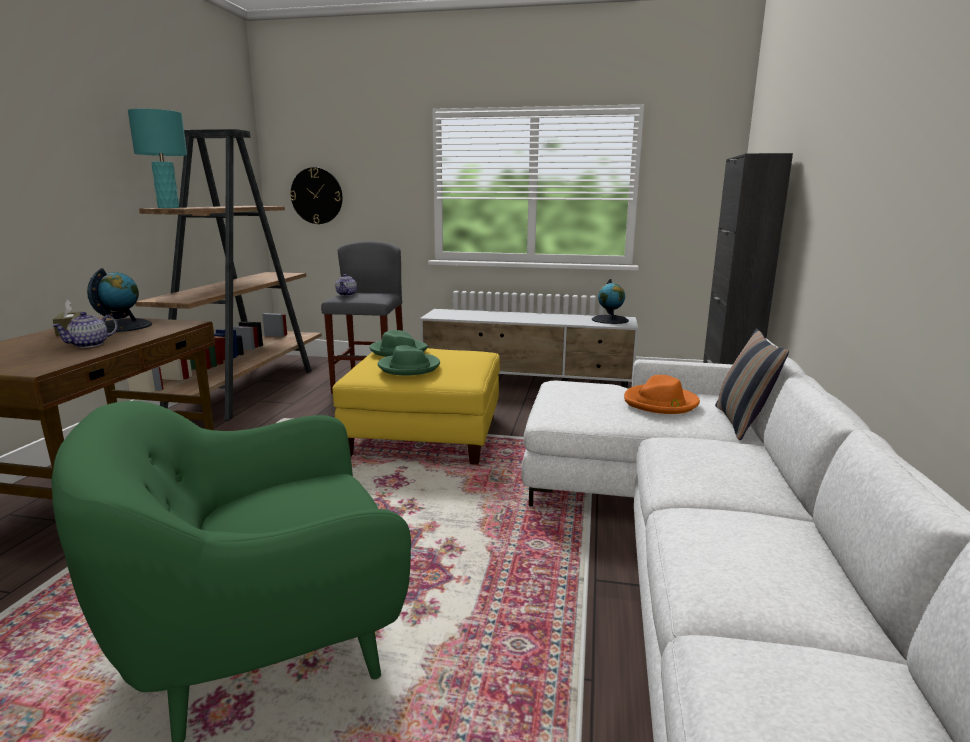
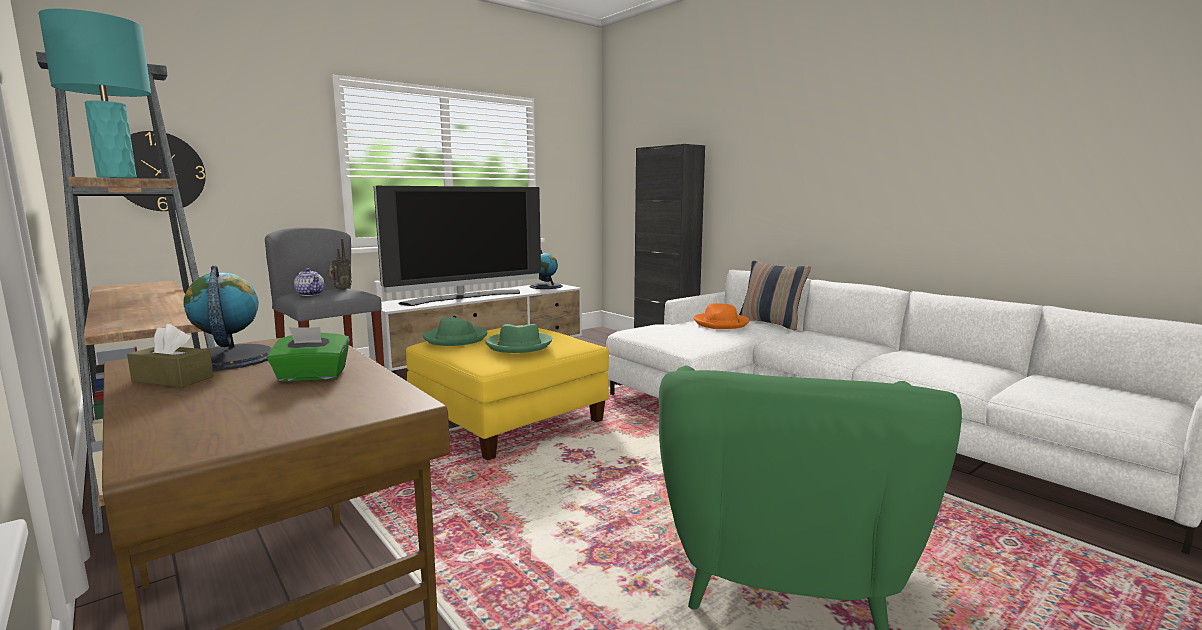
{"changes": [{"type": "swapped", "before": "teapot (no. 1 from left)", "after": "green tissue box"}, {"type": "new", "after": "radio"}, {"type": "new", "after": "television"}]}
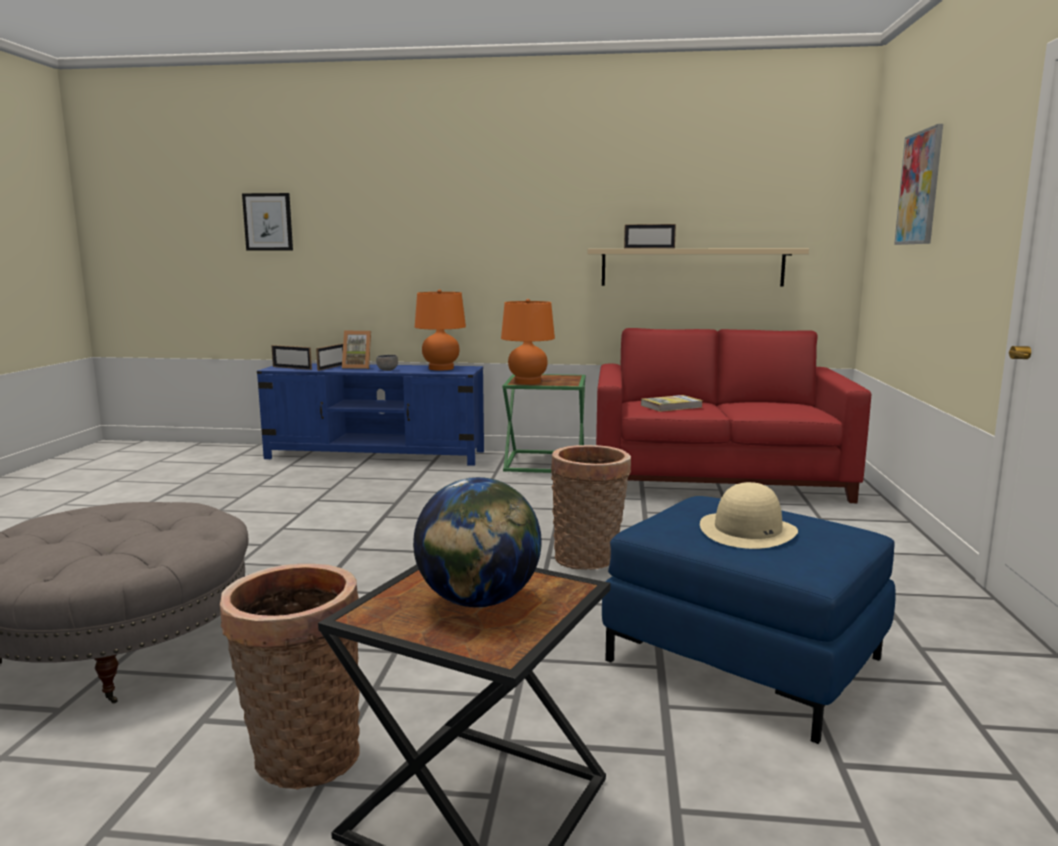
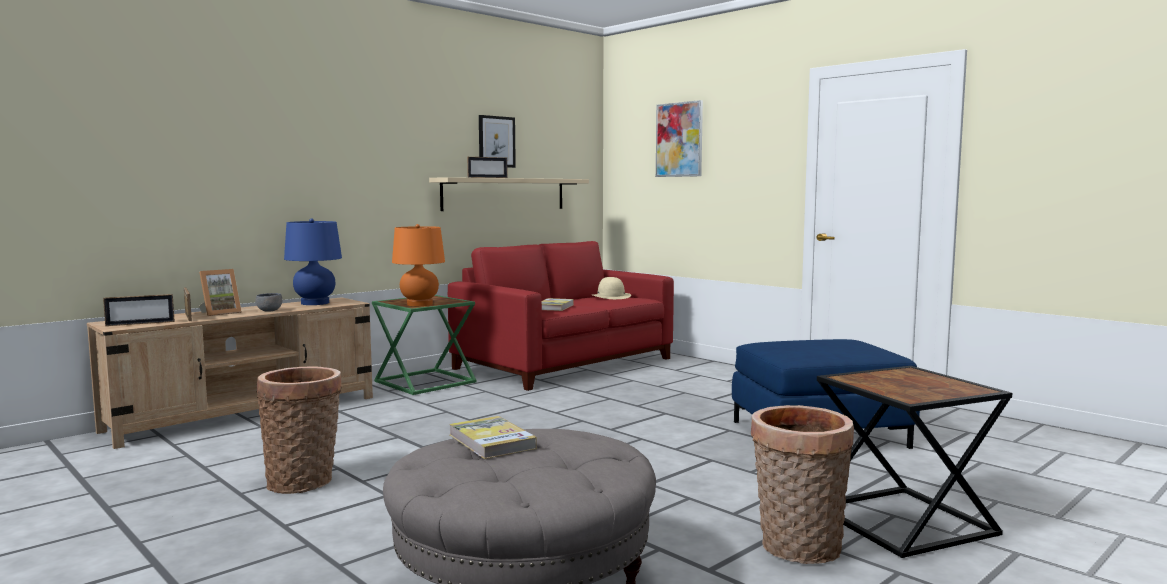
{"changes": [{"type": "repainted", "before": "blue tv stand", "after": "beige tv stand"}, {"type": "shifted", "before": "basket (no. 2 from left in the first image)", "after": "basket (no. 1 from left)"}, {"type": "repainted", "before": "orange table lamp (no. 1 from left)", "after": "blue table lamp"}, {"type": "new", "after": "book (no. 1 from left)"}, {"type": "shifted", "before": "picture (no. 1 from left)"}, {"type": "shifted", "before": "beige hat"}, {"type": "gone", "before": "globe"}]}
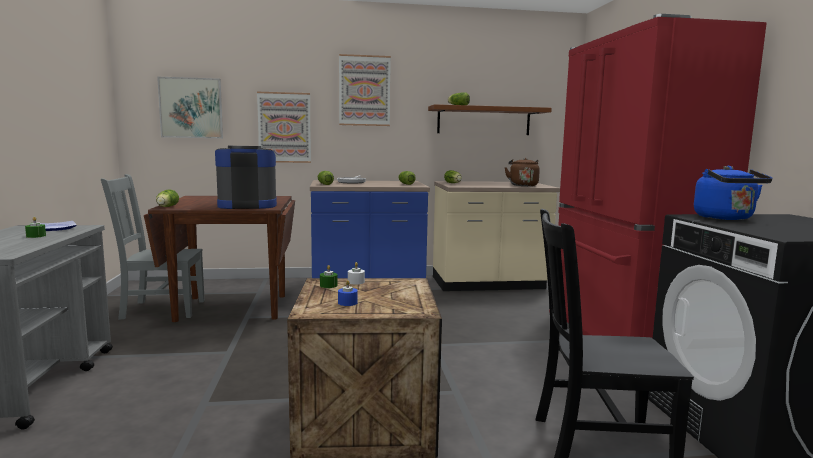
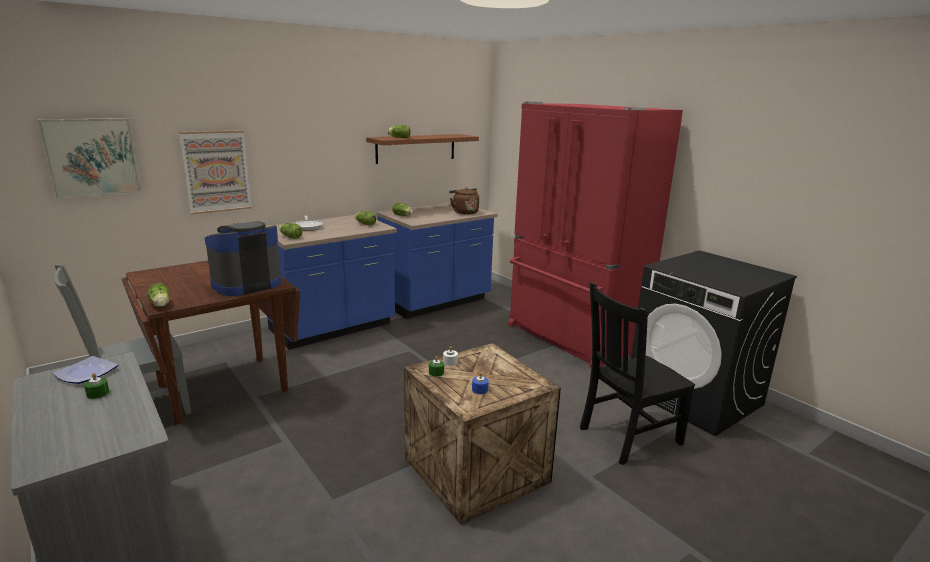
{"changes": [{"type": "repainted", "before": "beige counter", "after": "blue counter (no. 2 from left)"}, {"type": "gone", "before": "picture (no. 3 from left)"}, {"type": "gone", "before": "blue kettle"}]}
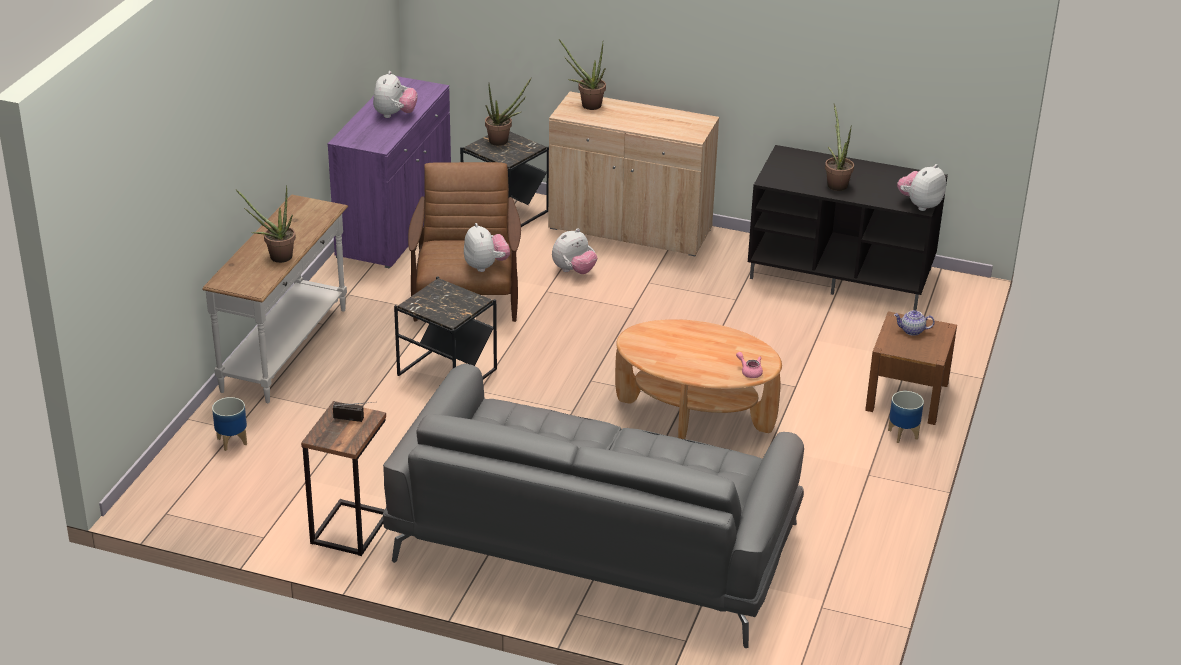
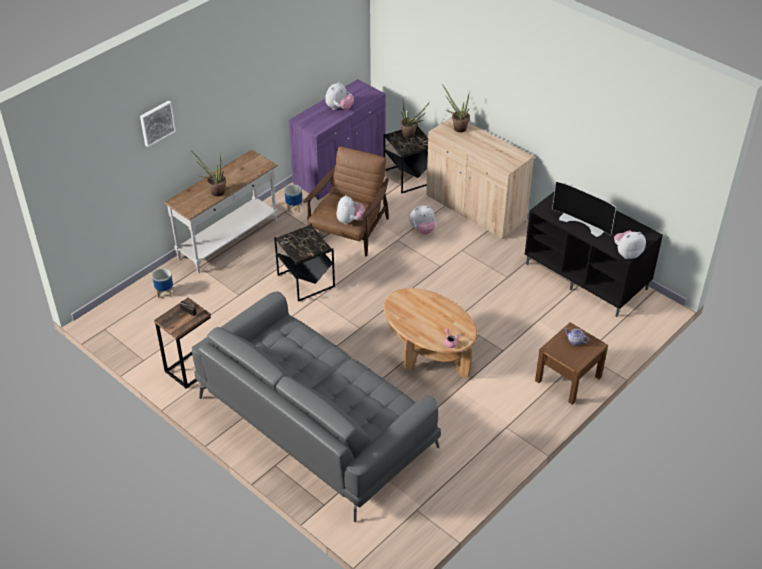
{"changes": [{"type": "new", "after": "picture"}, {"type": "shifted", "before": "planter (no. 2 from left)"}, {"type": "swapped", "before": "potted plant (no. 4 from left)", "after": "television"}]}
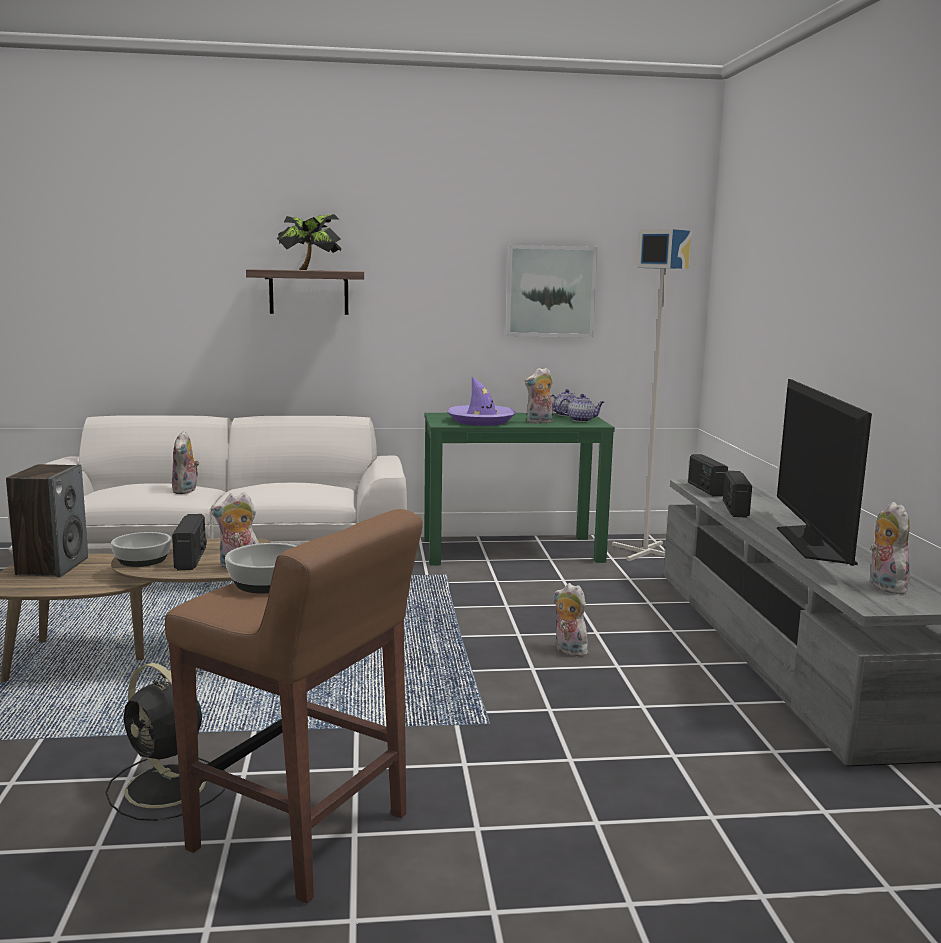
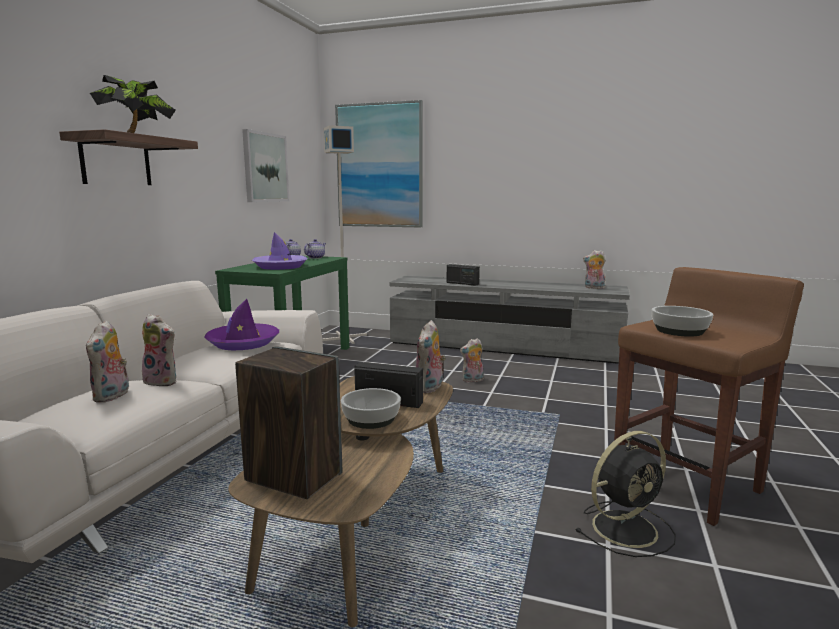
{"changes": [{"type": "shifted", "before": "plush toy (no. 3 from left in the first image)", "after": "plush toy (no. 1 from left)"}, {"type": "new", "after": "purple hat (no. 1 from left)"}, {"type": "new", "after": "picture (no. 2 from left)"}, {"type": "gone", "before": "radio (no. 2 from left)"}, {"type": "gone", "before": "television"}]}
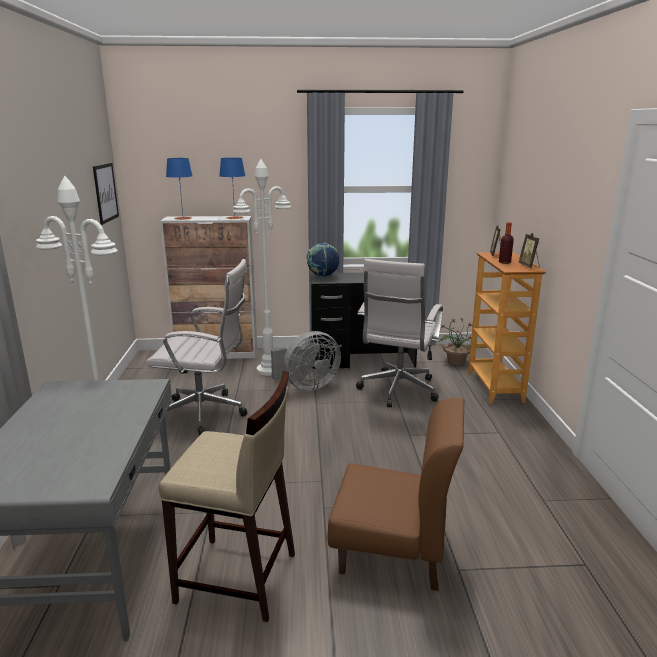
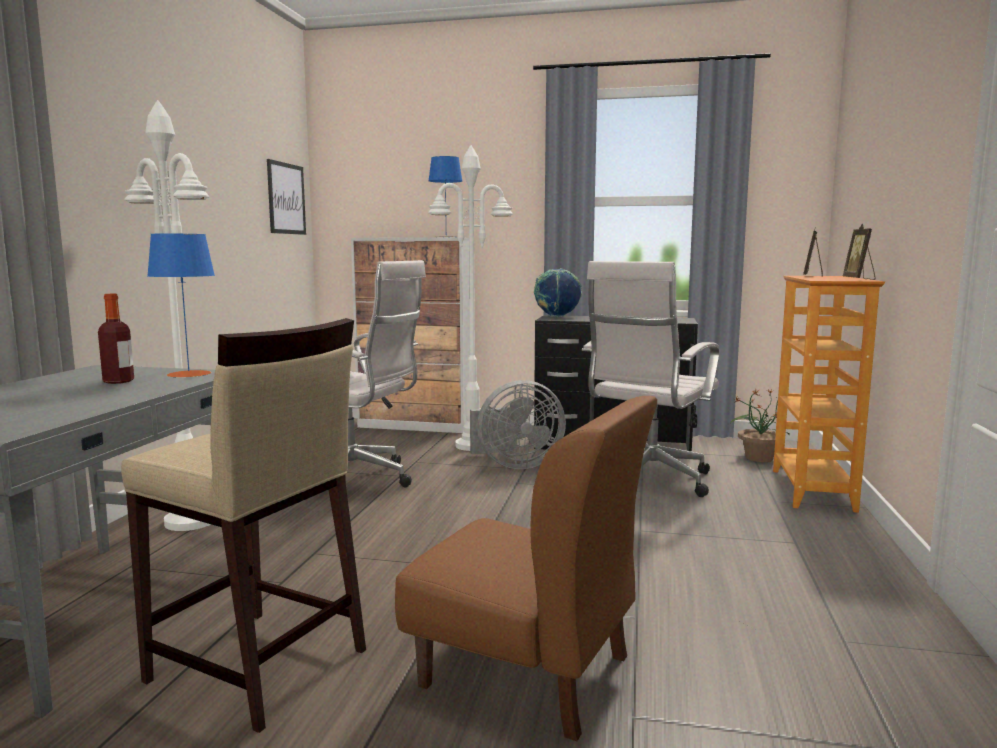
{"changes": [{"type": "shifted", "before": "bottle"}, {"type": "shifted", "before": "blue table lamp (no. 1 from left)"}]}
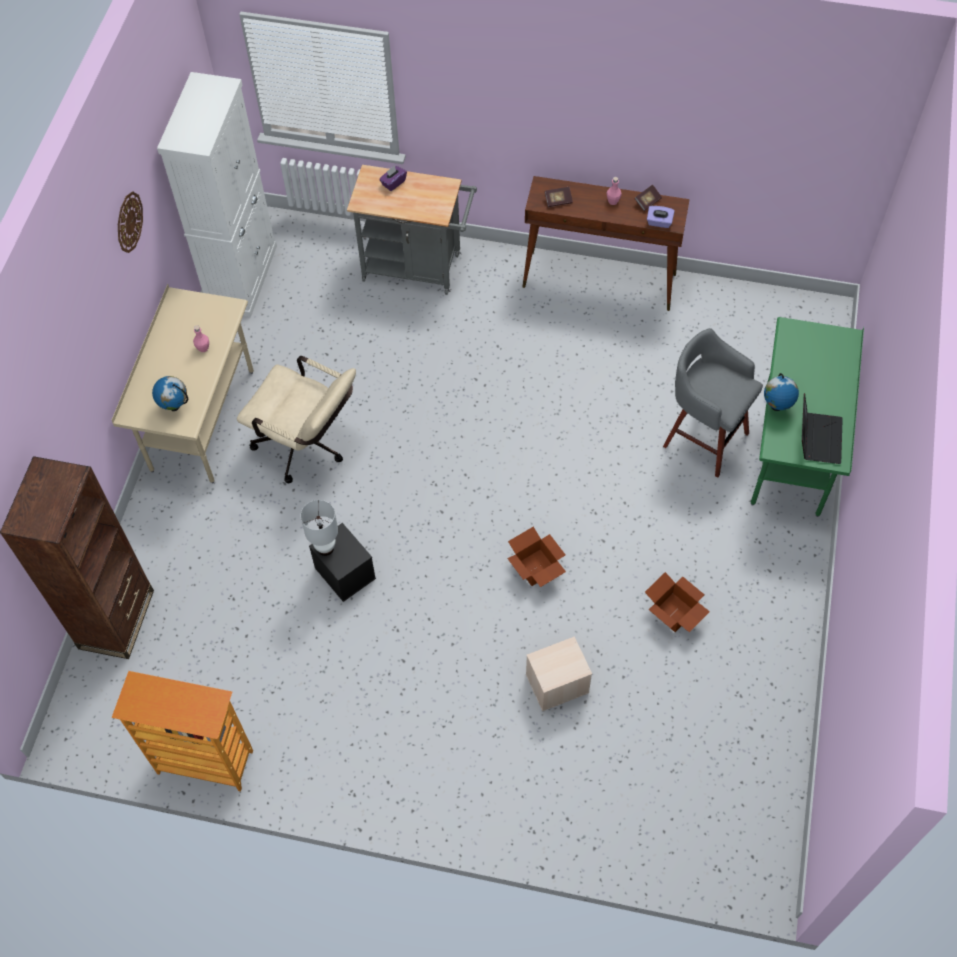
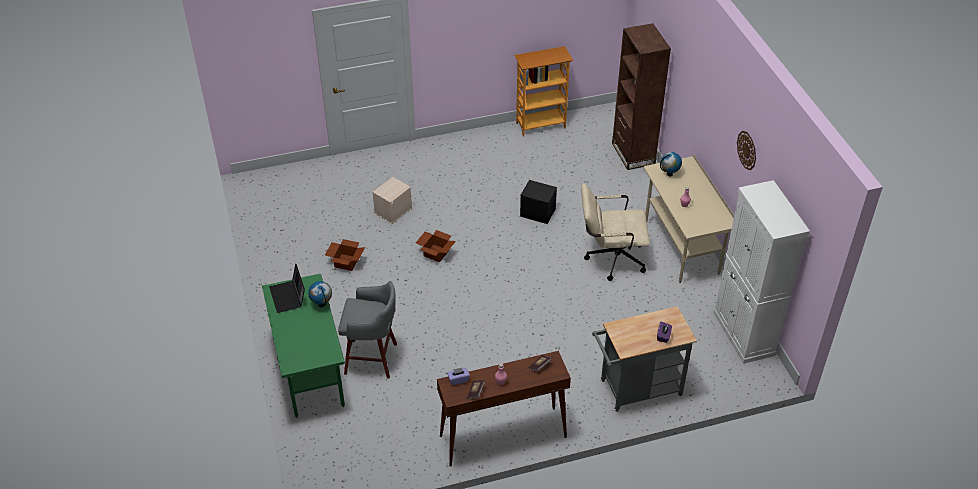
{"changes": [{"type": "gone", "before": "white table lamp"}]}
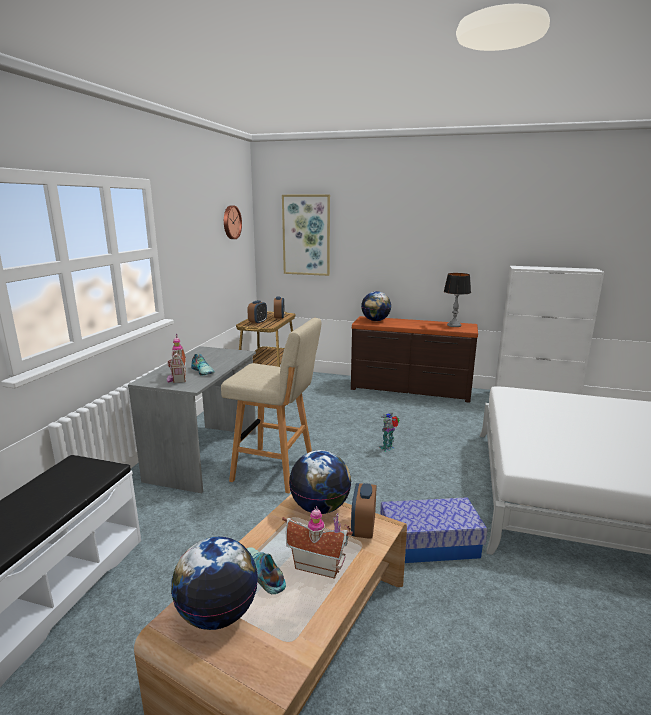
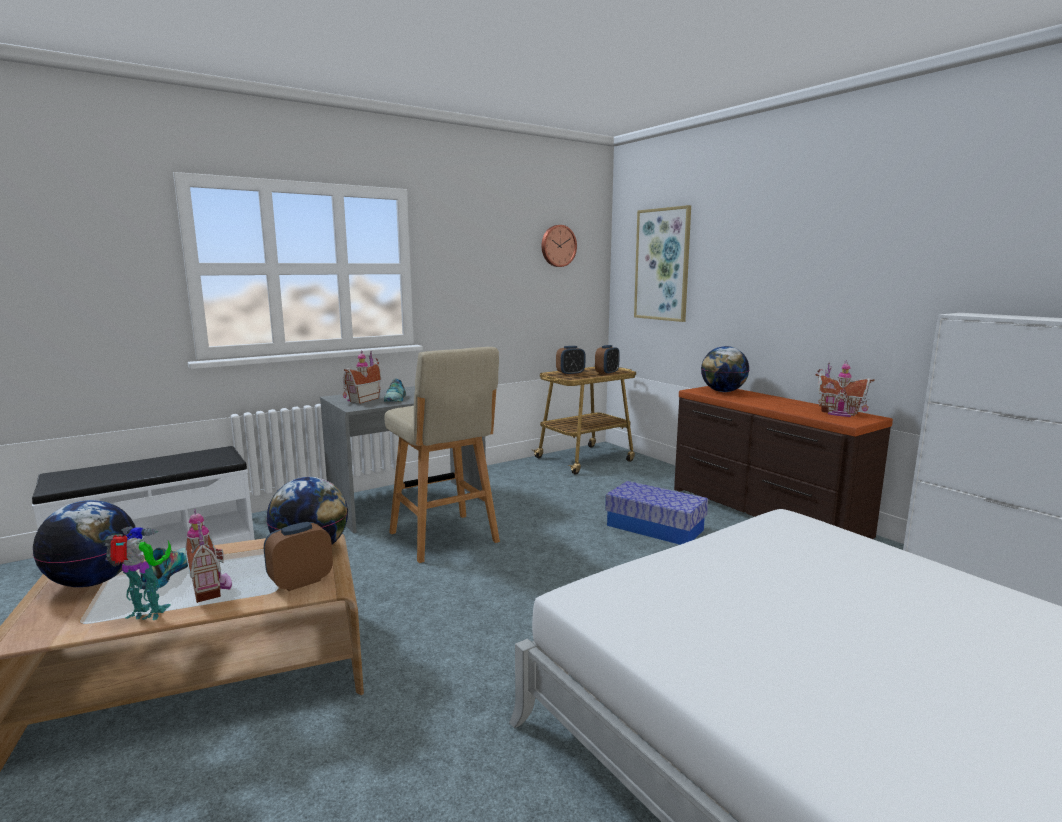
{"changes": [{"type": "shifted", "before": "toy robot"}, {"type": "shifted", "before": "storage box"}, {"type": "swapped", "before": "table lamp", "after": "toy house (no. 3 from left)"}]}
